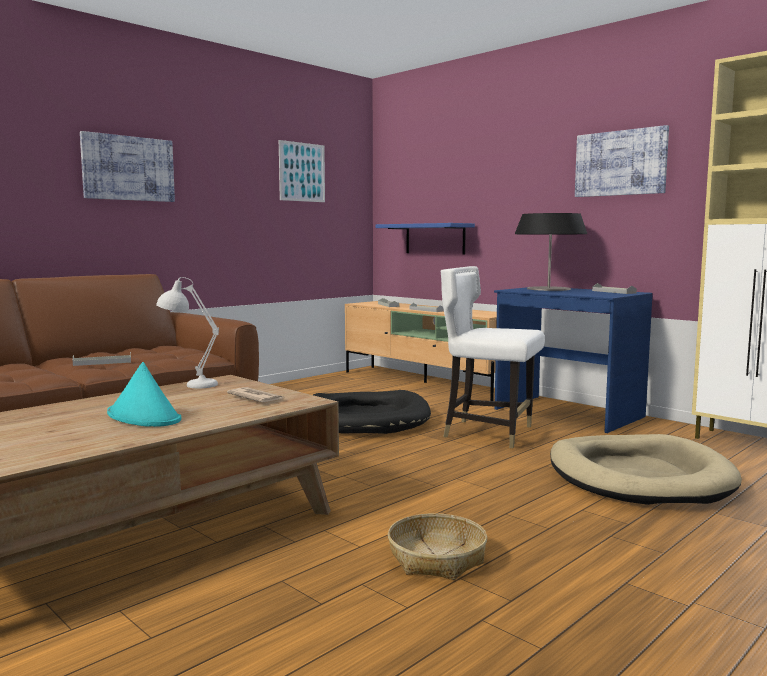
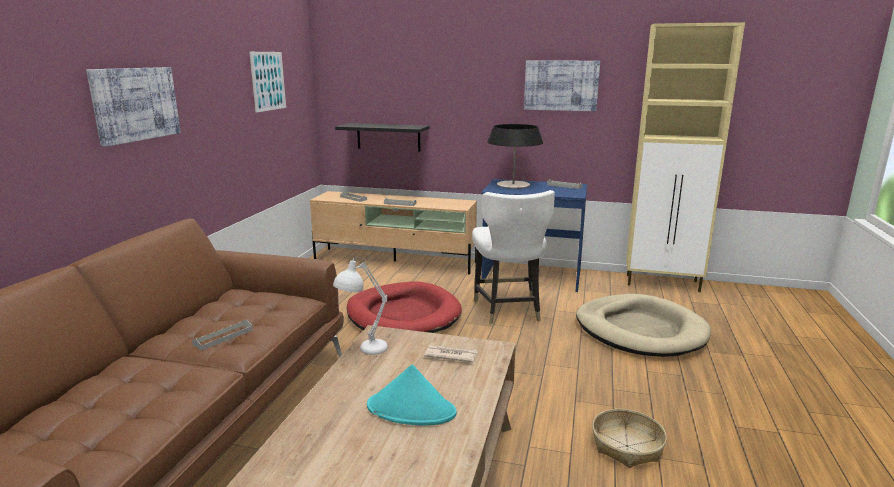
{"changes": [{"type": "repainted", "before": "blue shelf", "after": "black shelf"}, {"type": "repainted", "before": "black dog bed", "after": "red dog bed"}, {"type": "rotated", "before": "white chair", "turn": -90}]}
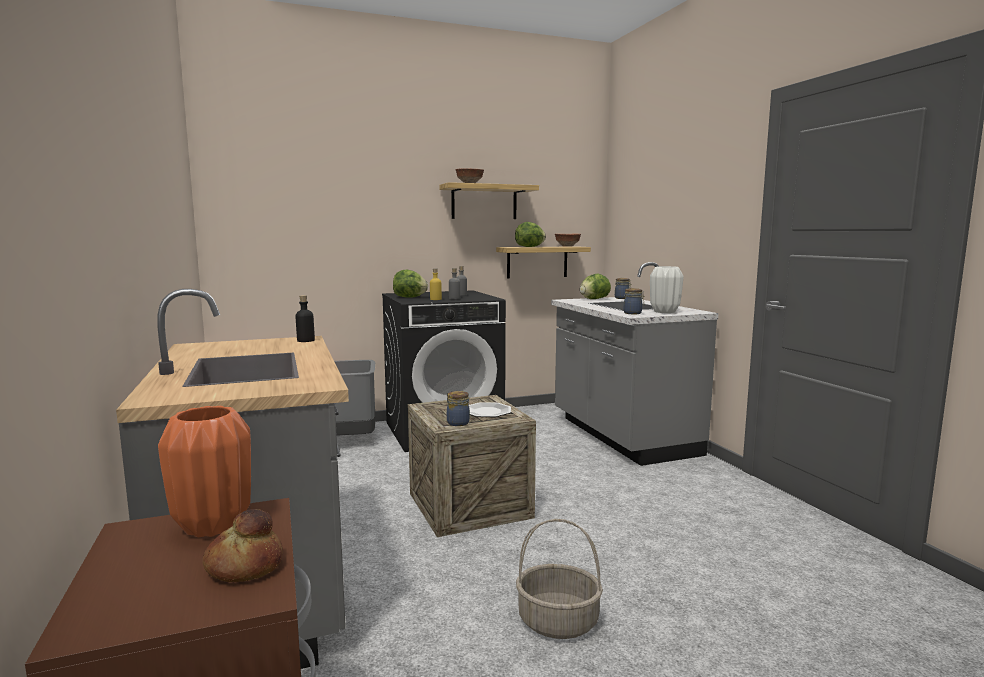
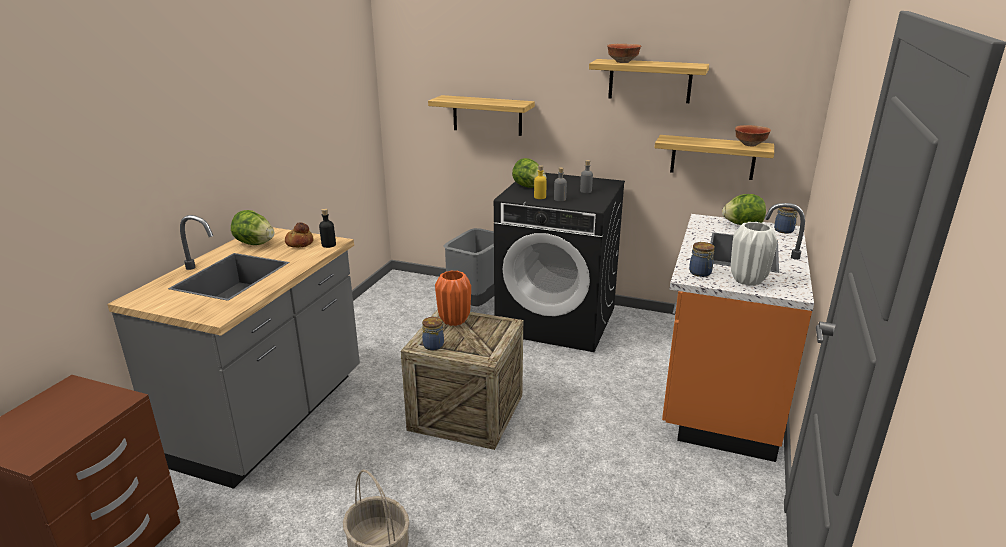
{"changes": [{"type": "shifted", "before": "lettuce (no. 2 from left in the first image)", "after": "lettuce (no. 1 from left)"}, {"type": "shifted", "before": "bread"}, {"type": "new", "after": "shelf (no. 1 from left)"}, {"type": "shifted", "before": "orange vase"}, {"type": "repainted", "before": "grey counter (no. 2 from left)", "after": "orange counter"}, {"type": "gone", "before": "plate"}]}
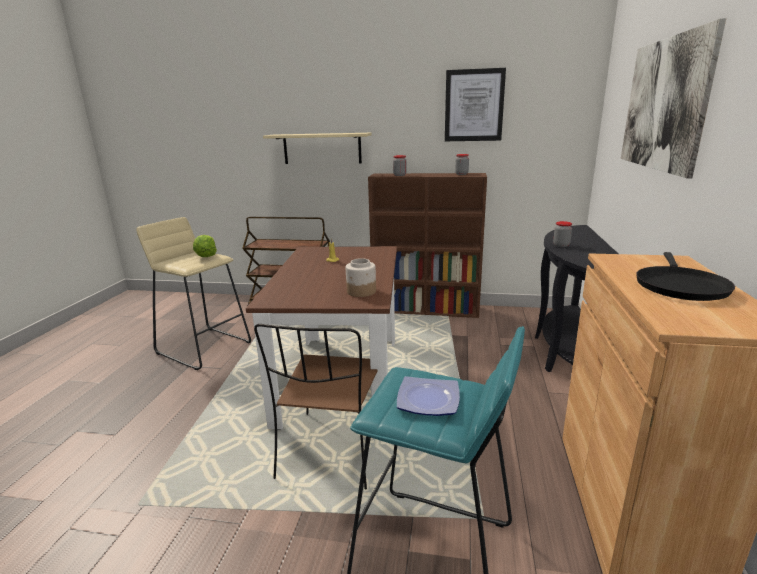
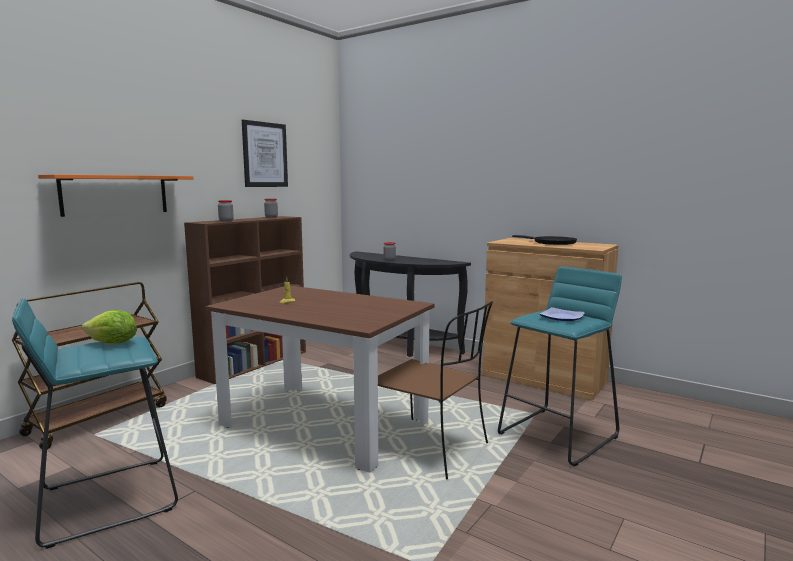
{"changes": [{"type": "repainted", "before": "beige stool", "after": "turquoise stool (no. 1 from left)"}, {"type": "repainted", "before": "beige shelf", "after": "orange shelf"}, {"type": "gone", "before": "jar (no. 1 from left)"}, {"type": "gone", "before": "picture (no. 2 from left)"}]}
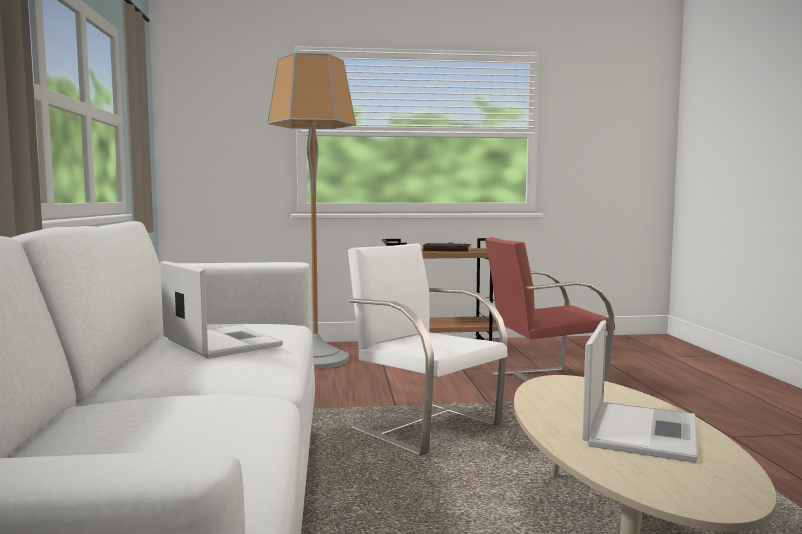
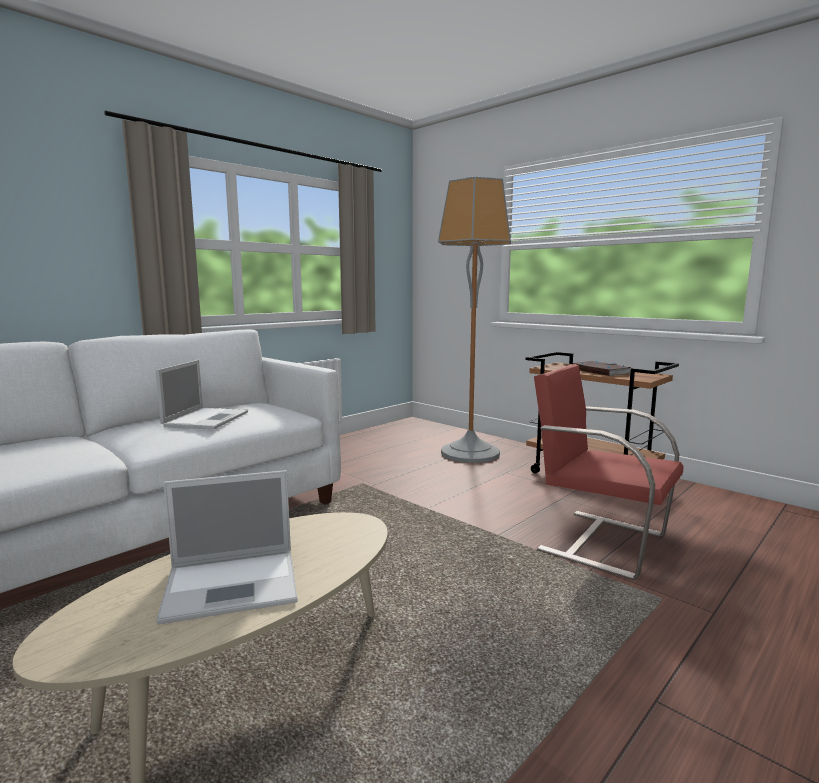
{"changes": [{"type": "gone", "before": "white chair"}]}
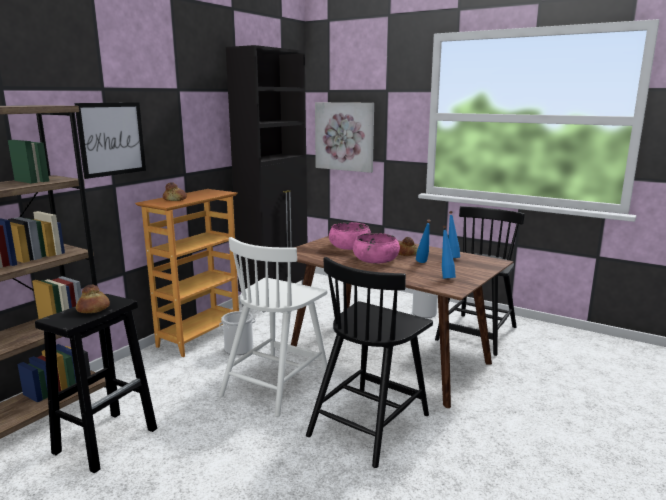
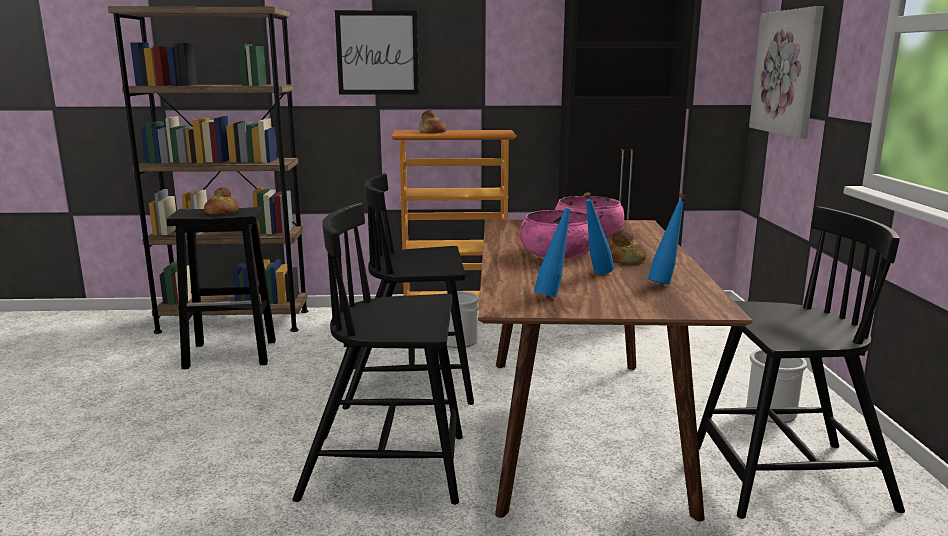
{"changes": [{"type": "repainted", "before": "white chair", "after": "black chair (no. 2 from left)"}]}
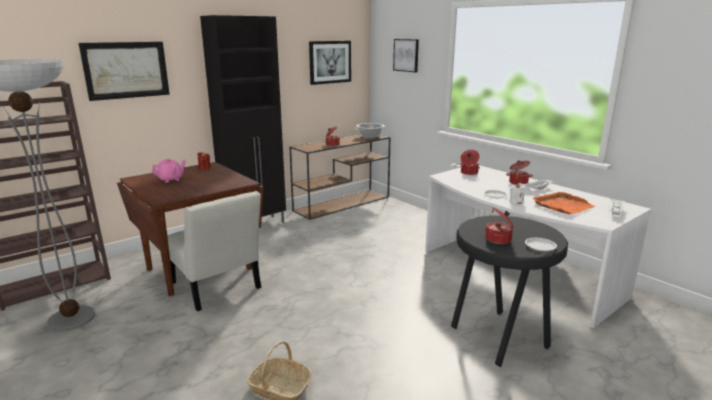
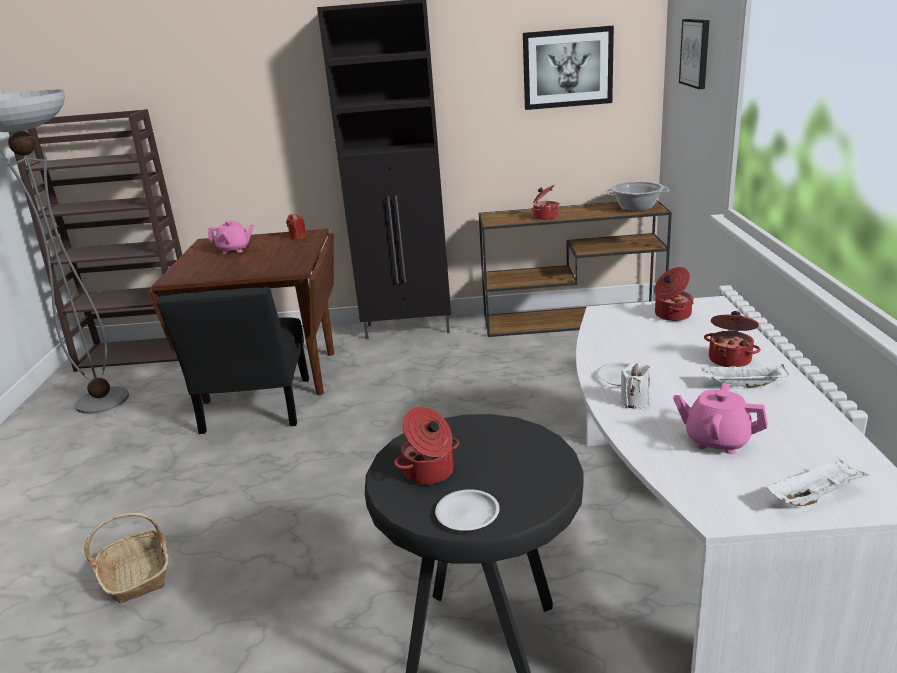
{"changes": [{"type": "repainted", "before": "white chair", "after": "black chair"}, {"type": "swapped", "before": "orange tray", "after": "pink teapot (no. 2 from left)"}, {"type": "gone", "before": "picture (no. 1 from left)"}]}
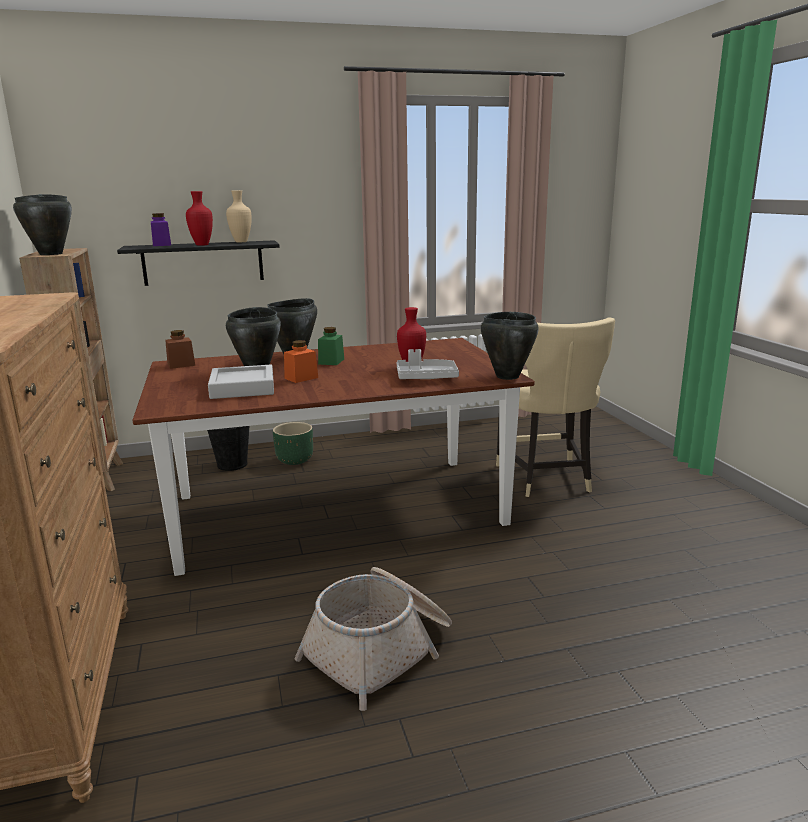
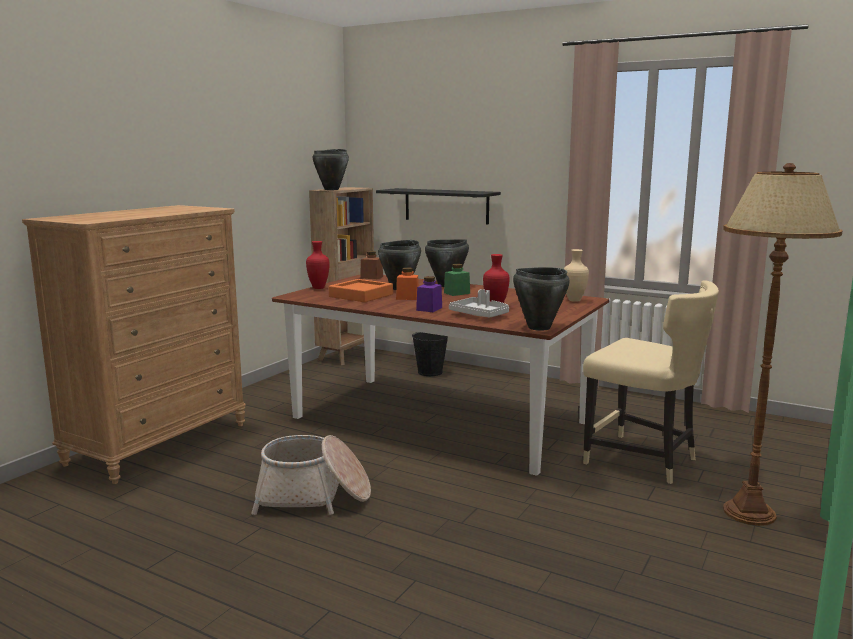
{"changes": [{"type": "shifted", "before": "red vase (no. 1 from left)"}, {"type": "repainted", "before": "grey tray (no. 1 from left)", "after": "orange tray"}, {"type": "shifted", "before": "purple jar"}, {"type": "shifted", "before": "beige vase"}, {"type": "rotated", "before": "beige chair", "turn": -90}, {"type": "new", "after": "brown floor lamp"}, {"type": "gone", "before": "green planter"}]}
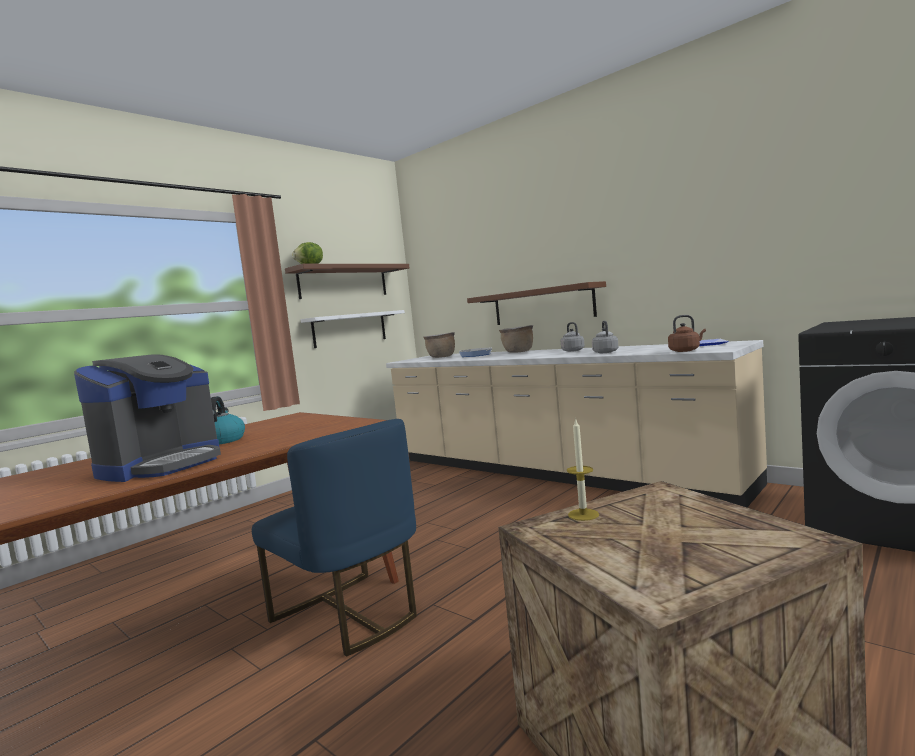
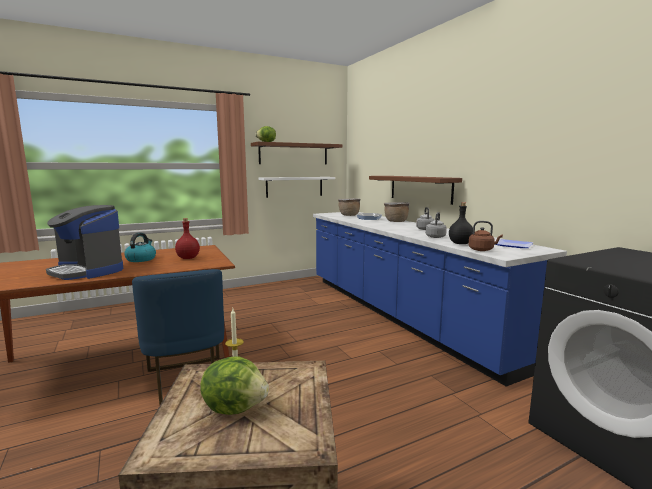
{"changes": [{"type": "rotated", "before": "coffee machine", "turn": 75}, {"type": "new", "after": "red bottle"}, {"type": "new", "after": "lettuce (no. 1 from left)"}, {"type": "repainted", "before": "beige counter", "after": "blue counter"}, {"type": "new", "after": "black bottle"}]}
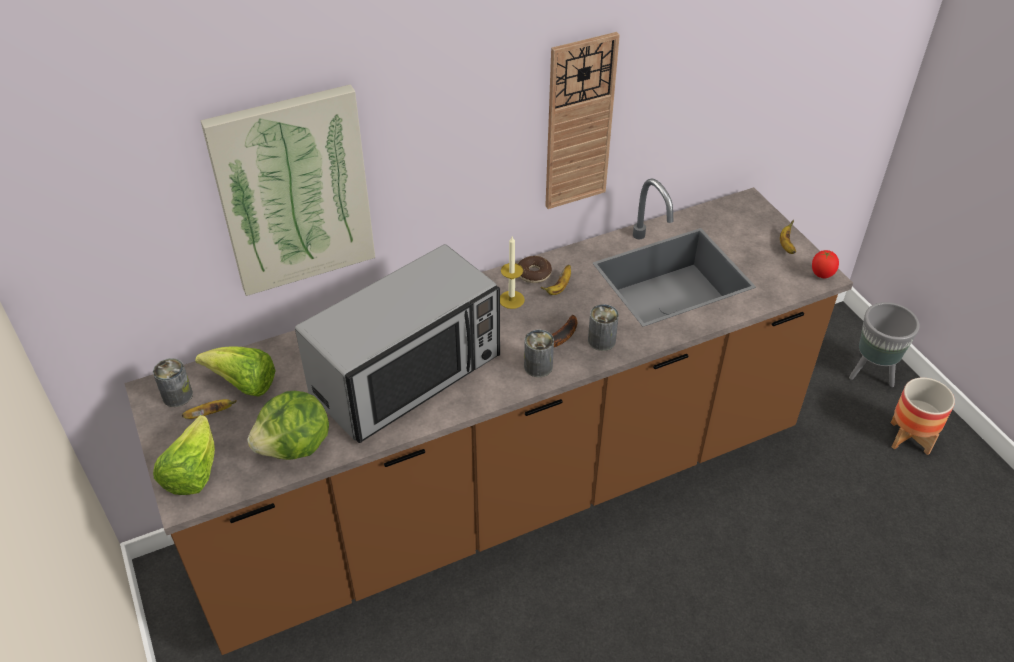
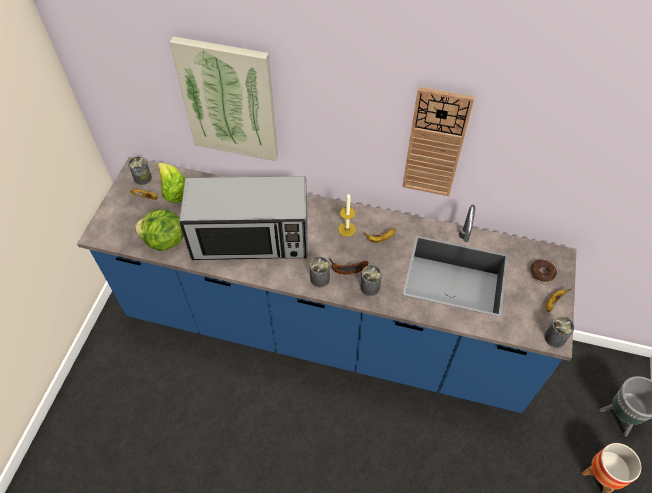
{"changes": [{"type": "repainted", "before": "brown counter", "after": "blue counter"}, {"type": "shifted", "before": "donut"}, {"type": "swapped", "before": "tomato", "after": "can (no. 4 from left)"}, {"type": "gone", "before": "lettuce (no. 1 from left)"}]}
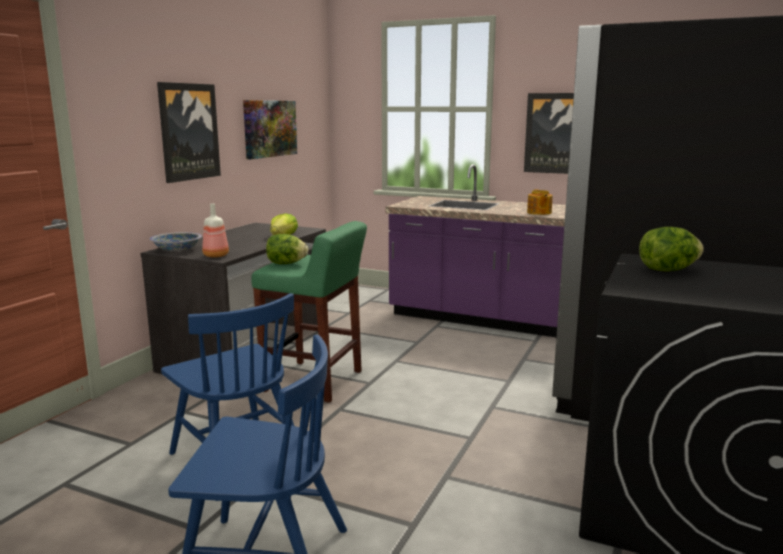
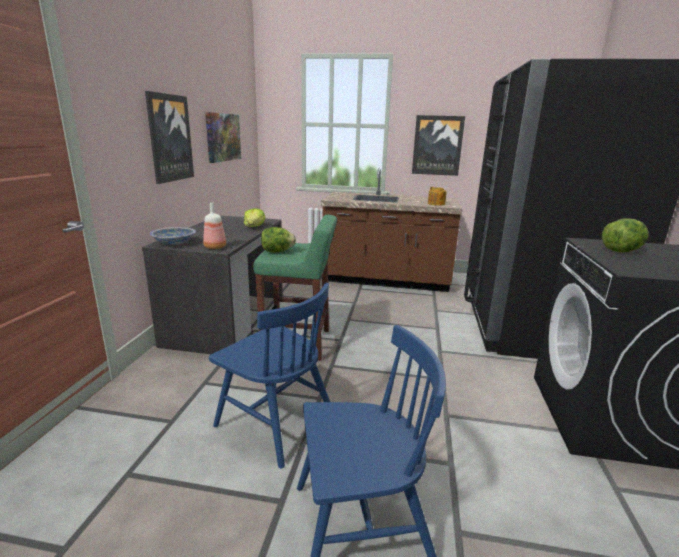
{"changes": [{"type": "repainted", "before": "purple counter", "after": "brown counter"}]}
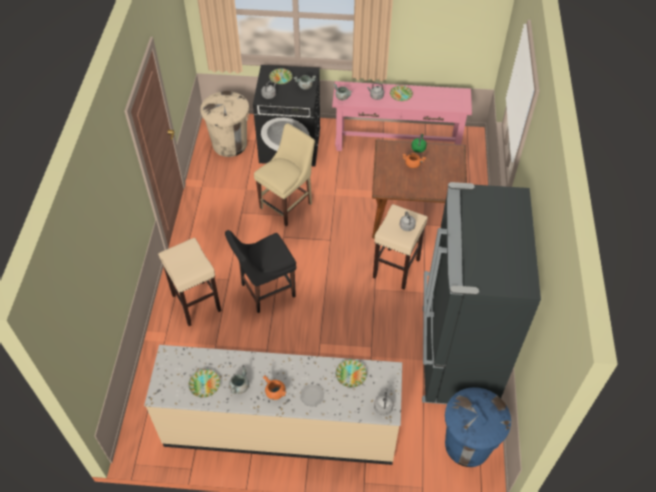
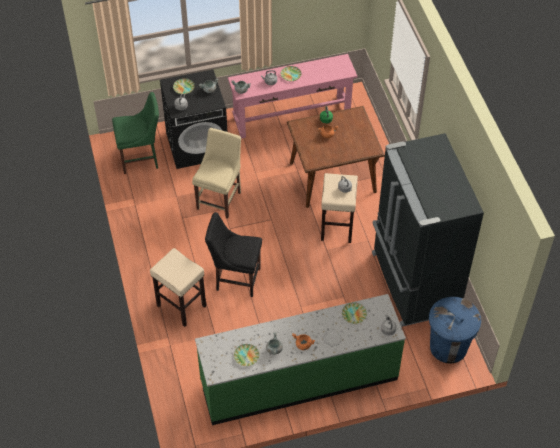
{"changes": [{"type": "swapped", "before": "beige trash can", "after": "green chair"}, {"type": "repainted", "before": "beige counter", "after": "green counter"}, {"type": "rotated", "before": "black chair", "turn": 60}]}
